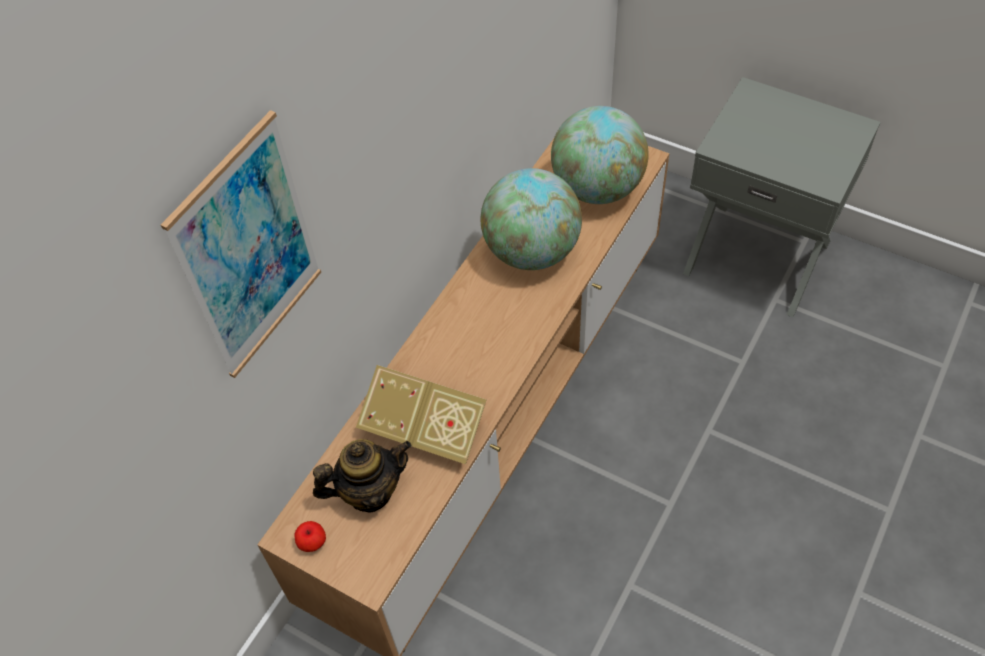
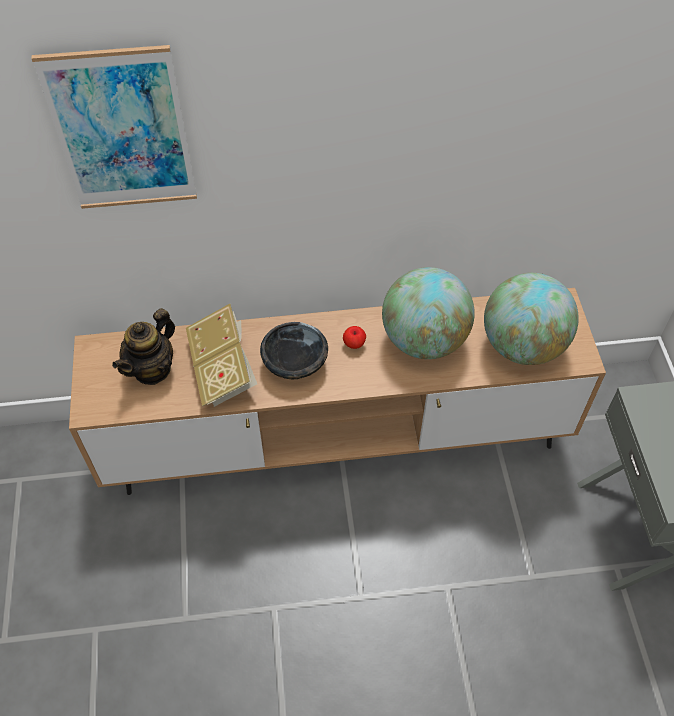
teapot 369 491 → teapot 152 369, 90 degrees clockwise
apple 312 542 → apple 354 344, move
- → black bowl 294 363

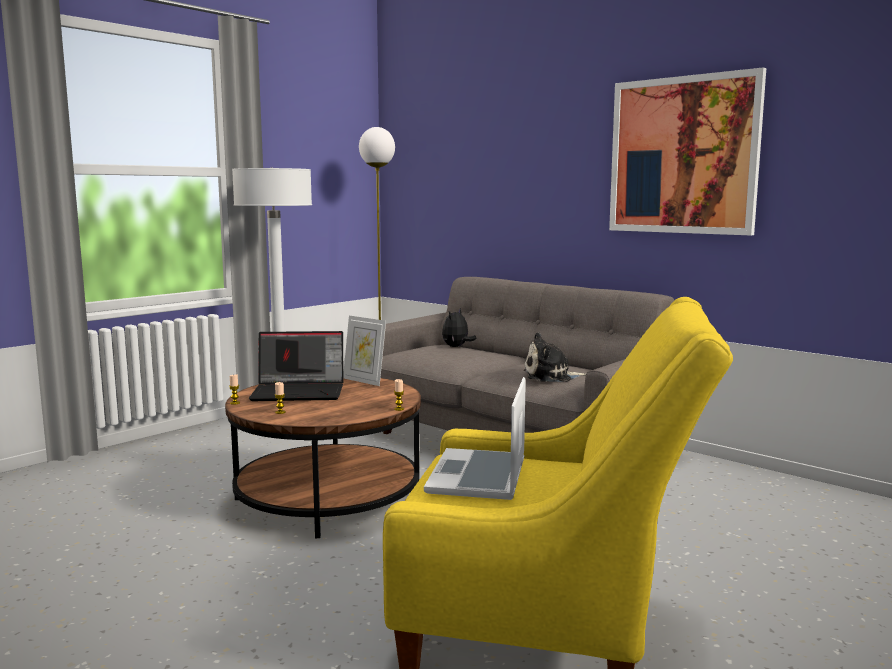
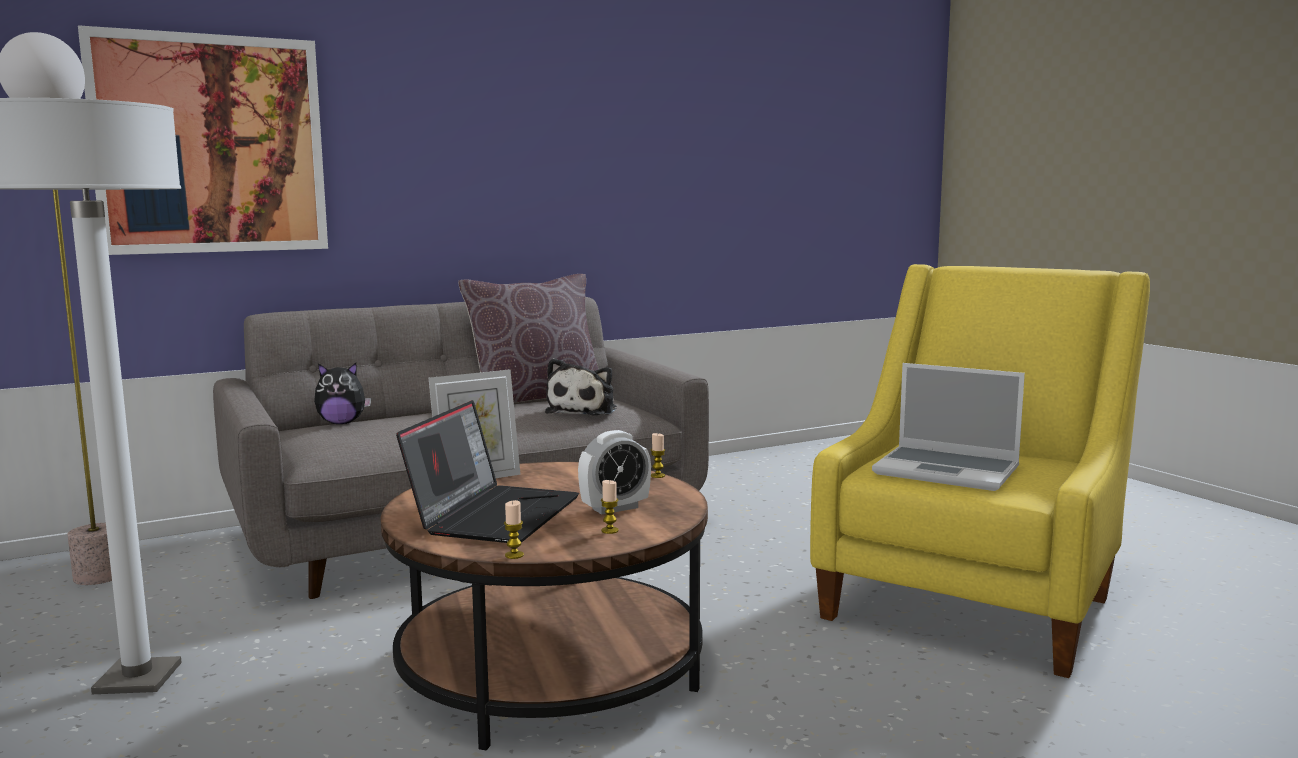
picture 683 156 → picture 210 145, move
plush toy 456 347 → plush toy 342 423, 60 degrees counterclockwise
- → brown pillow 535 398
- → alarm clock 615 508

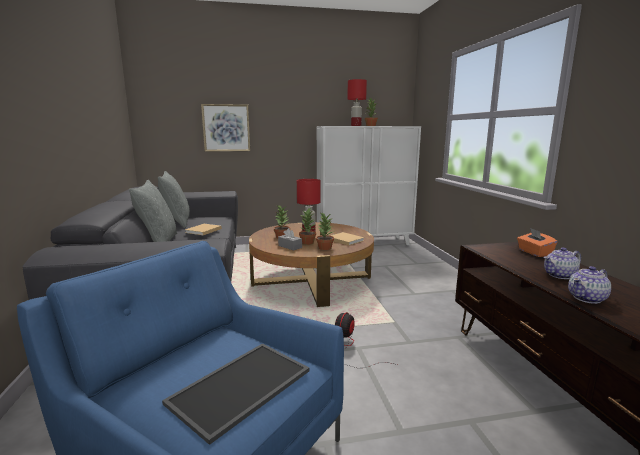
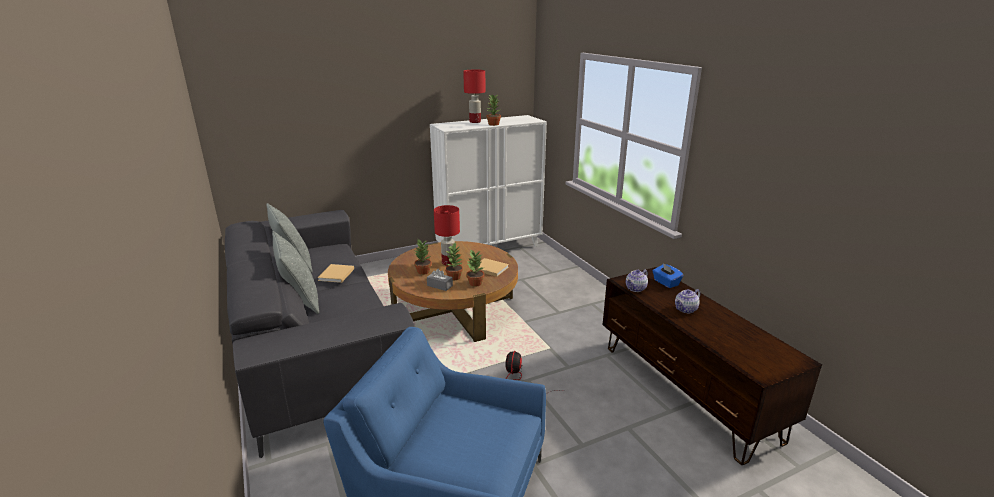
picture 226 128 → -
orange tissue box 534 253 → blue tissue box 666 283
teapot 587 298 → teapot 636 288, move
tray 241 388 → -

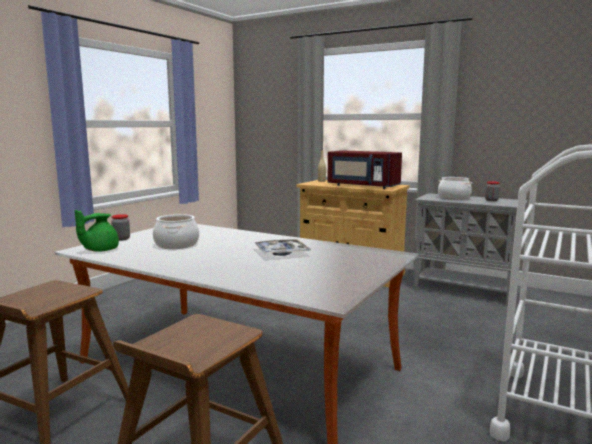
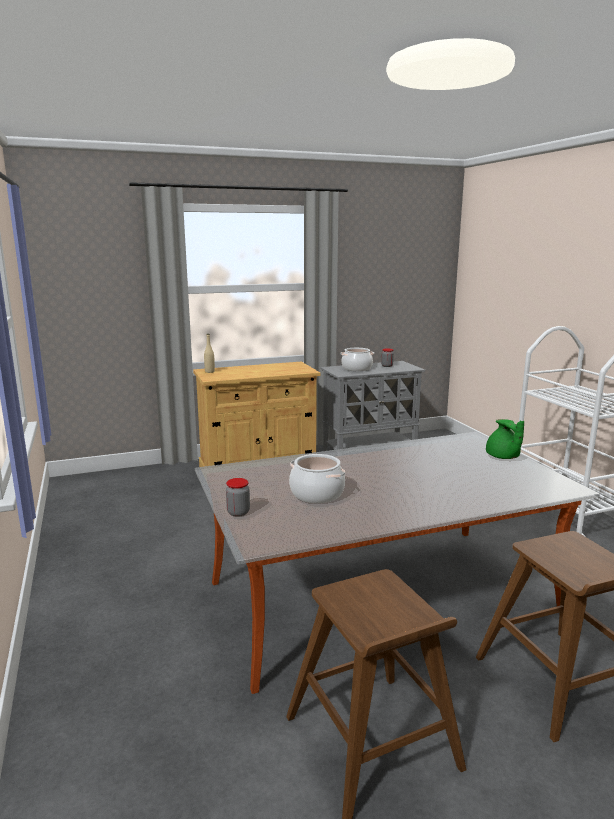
red microwave 362 186 → -
green teapot 99 250 → green teapot 503 457, move
tray 282 253 → -

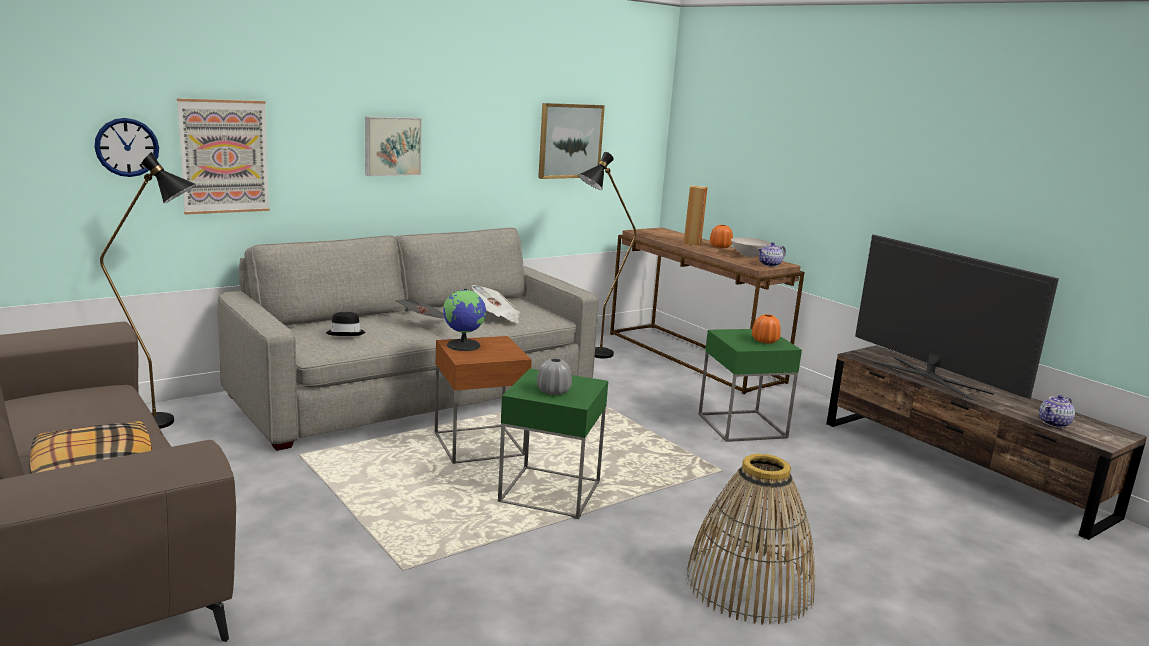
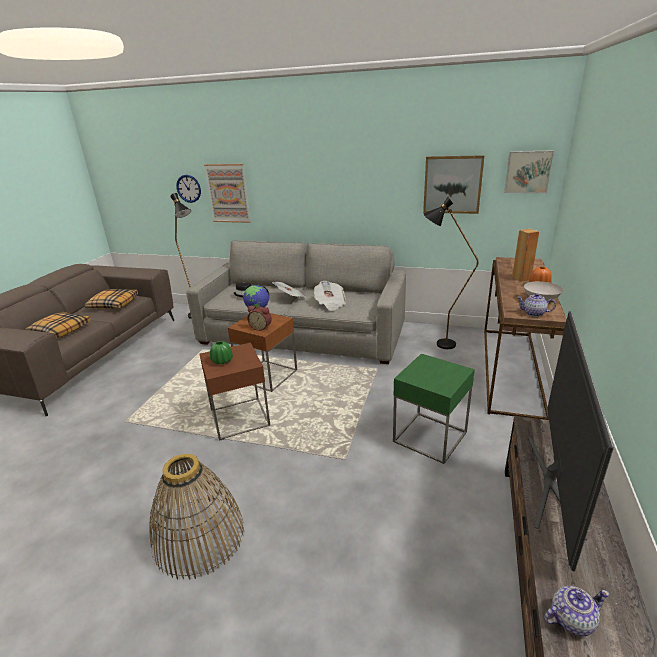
picture 392 146 → picture 527 171, move
orange vase 765 341 → -
grey vase 553 391 → green vase 222 361
green side table 550 492 → brown side table 239 418
teapot 1054 423 → teapot 571 619, 150 degrees clockwise
- → pillow 113 304
- → alarm clock 261 327

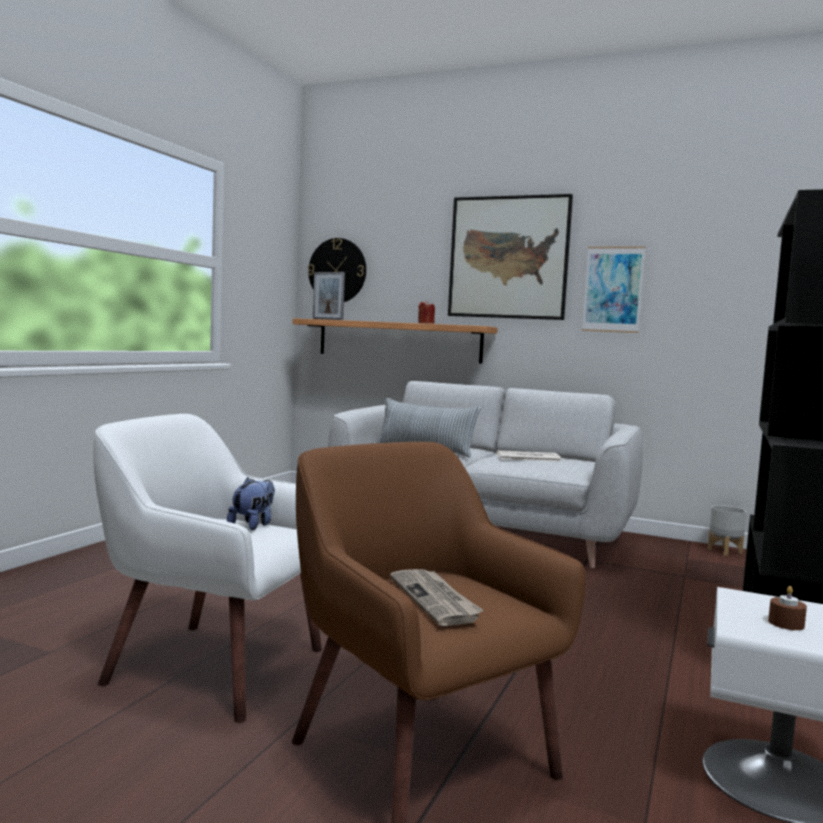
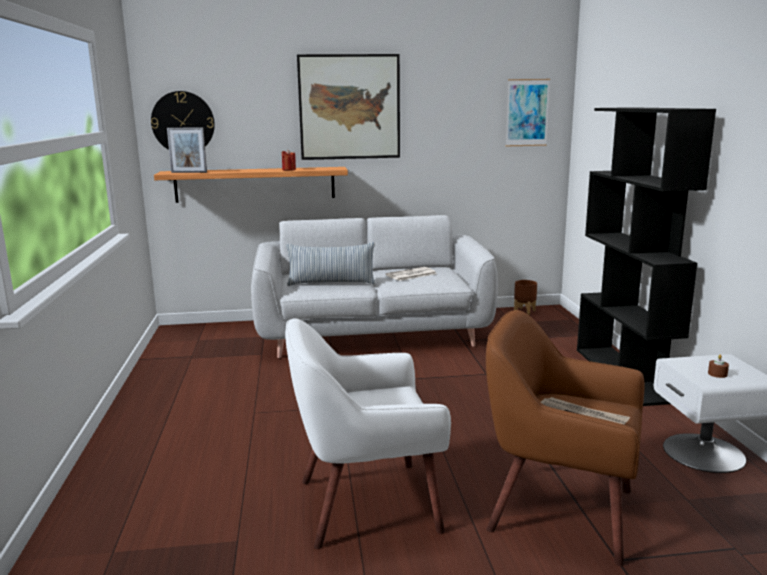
picture 613 289 → picture 527 112, move
plush toy 253 525 → -
grey planter 724 551 → brown planter 524 311

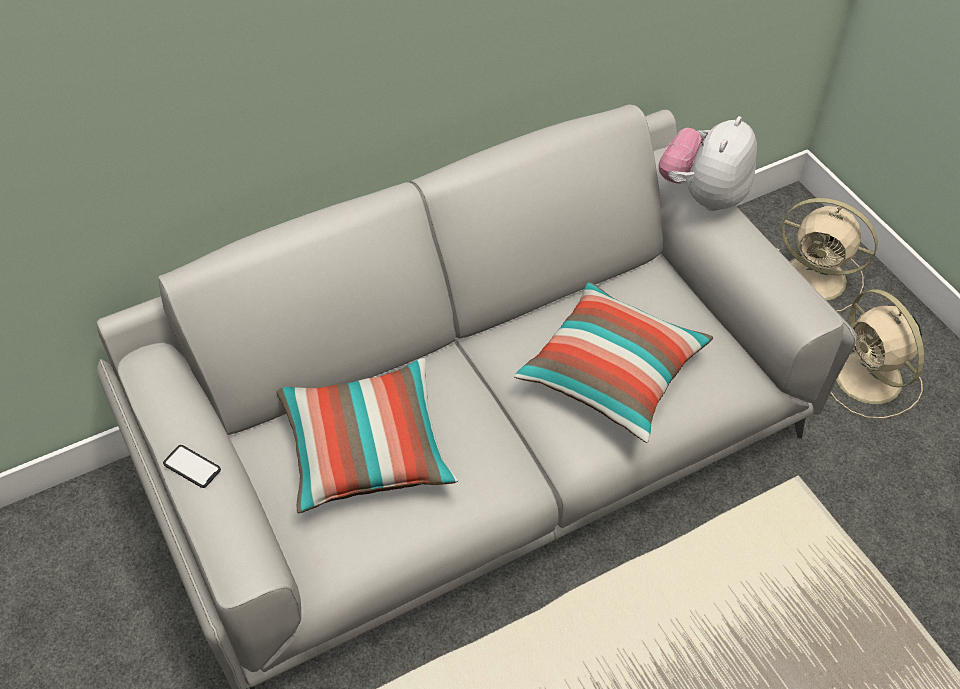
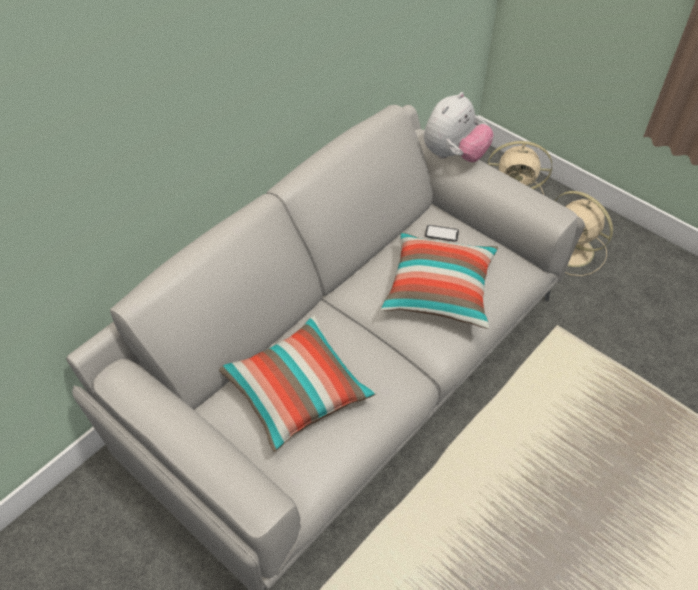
plush toy 703 195 → plush toy 454 155, 150 degrees counterclockwise
phone 192 467 → phone 441 233, move

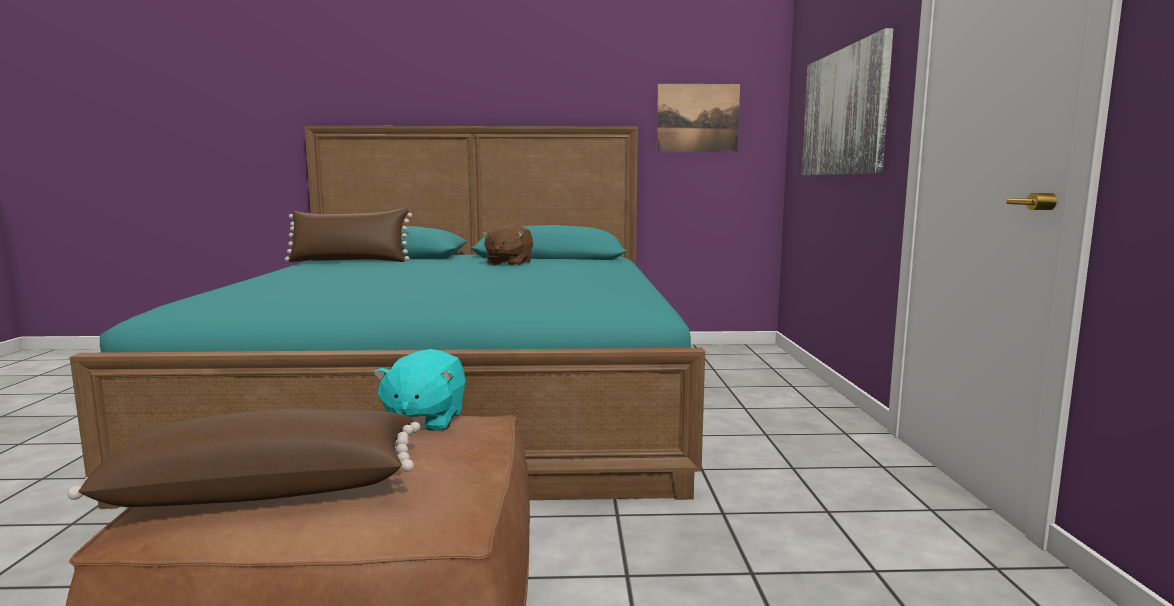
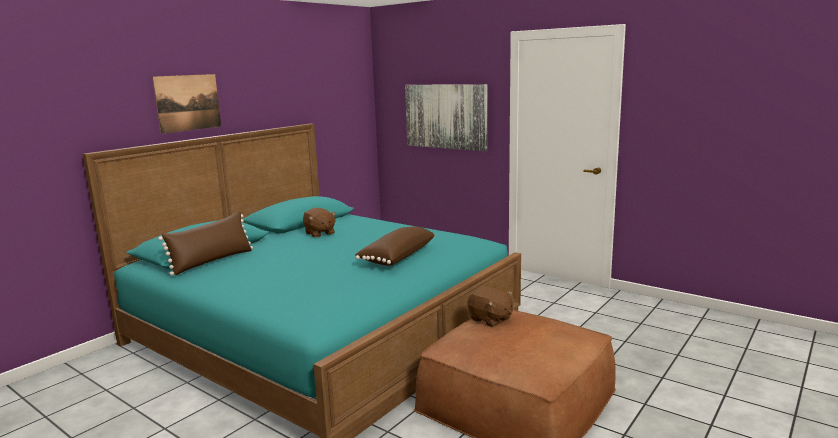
picture 697 118 → picture 188 102, move
turquoise plush toy 424 421 → brown plush toy 490 319
brown pillow 269 488 → brown pillow 396 256, move

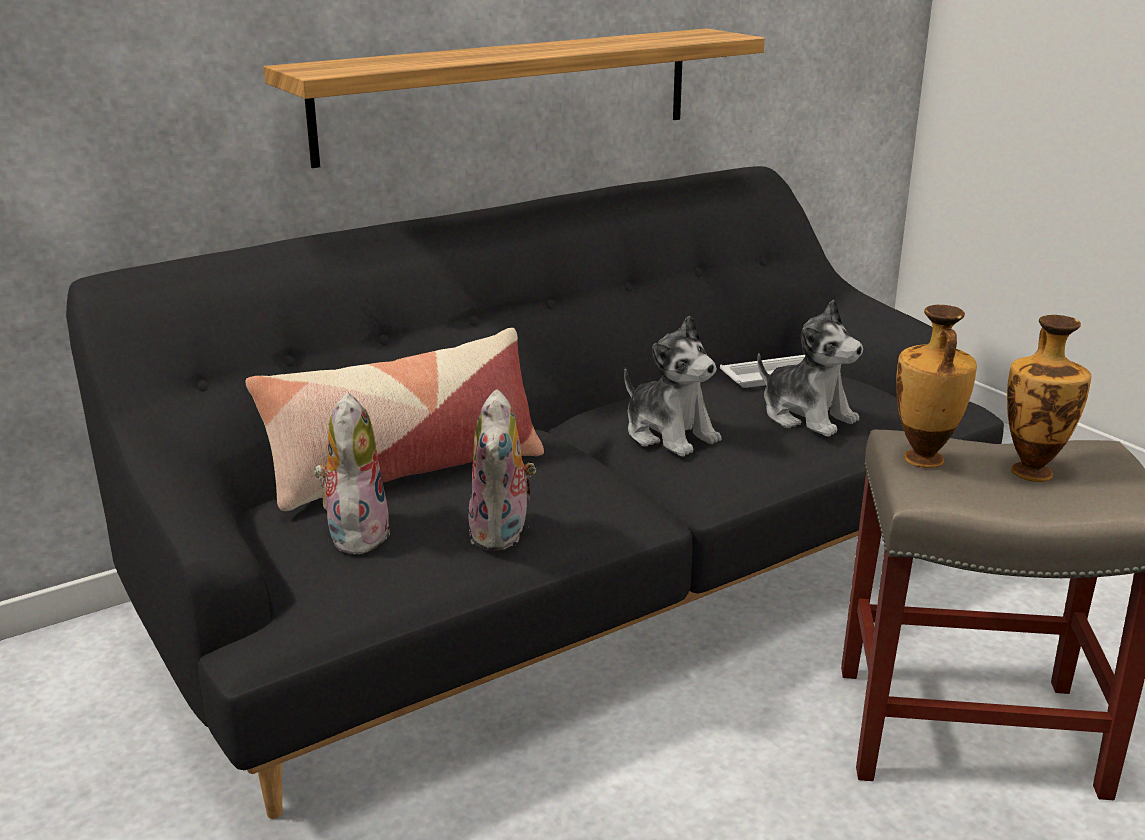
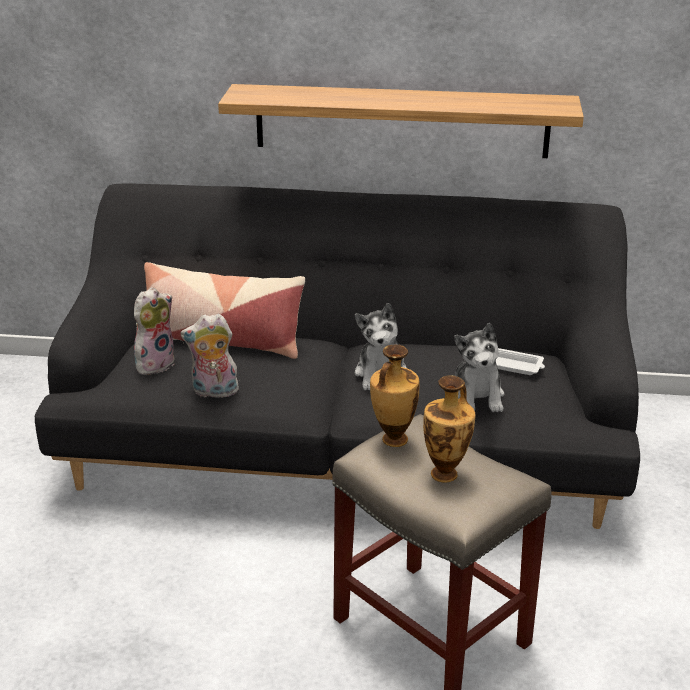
plush toy 503 534 → plush toy 214 392, 45 degrees clockwise

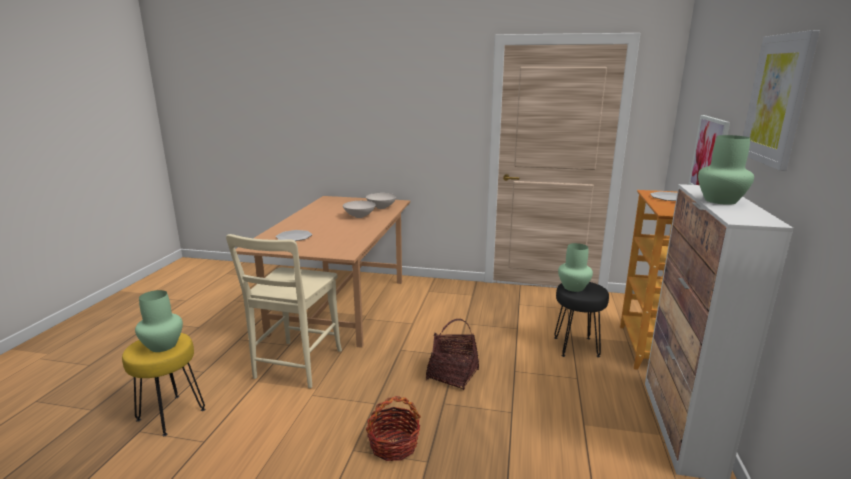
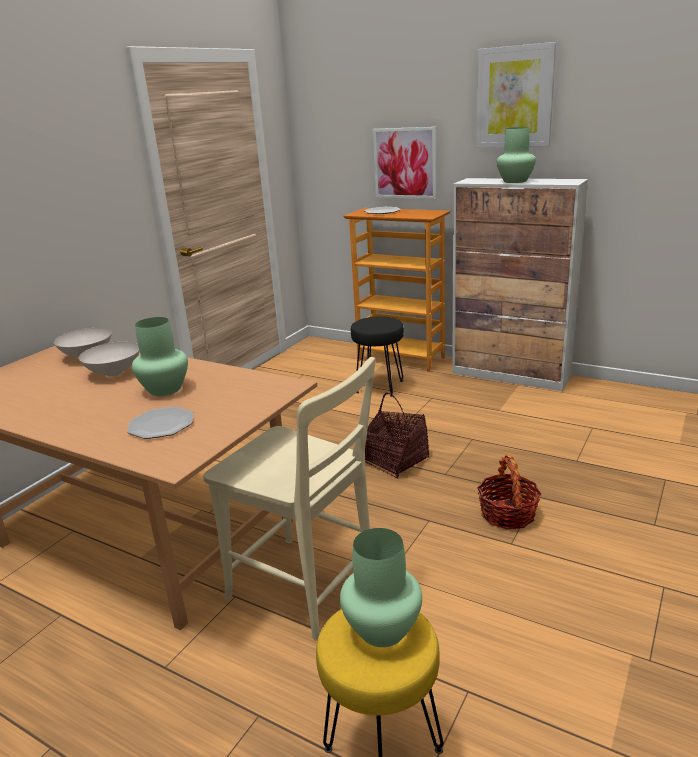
green vase 574 288 → green vase 166 389, move

